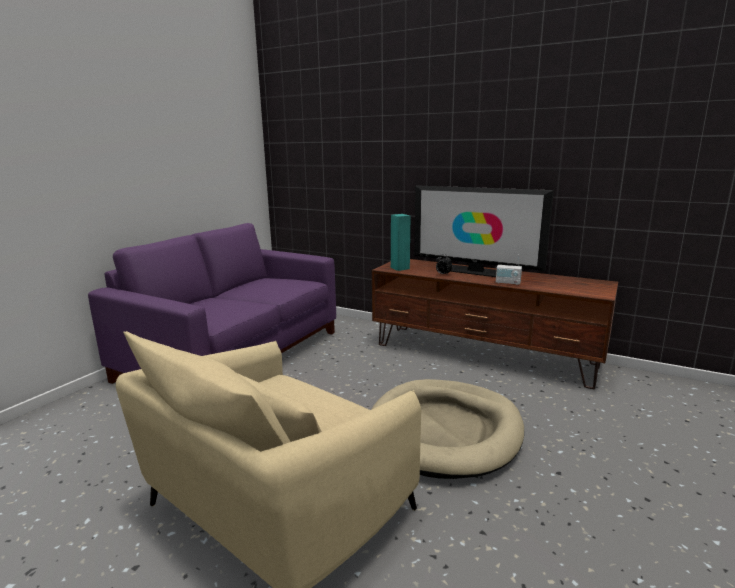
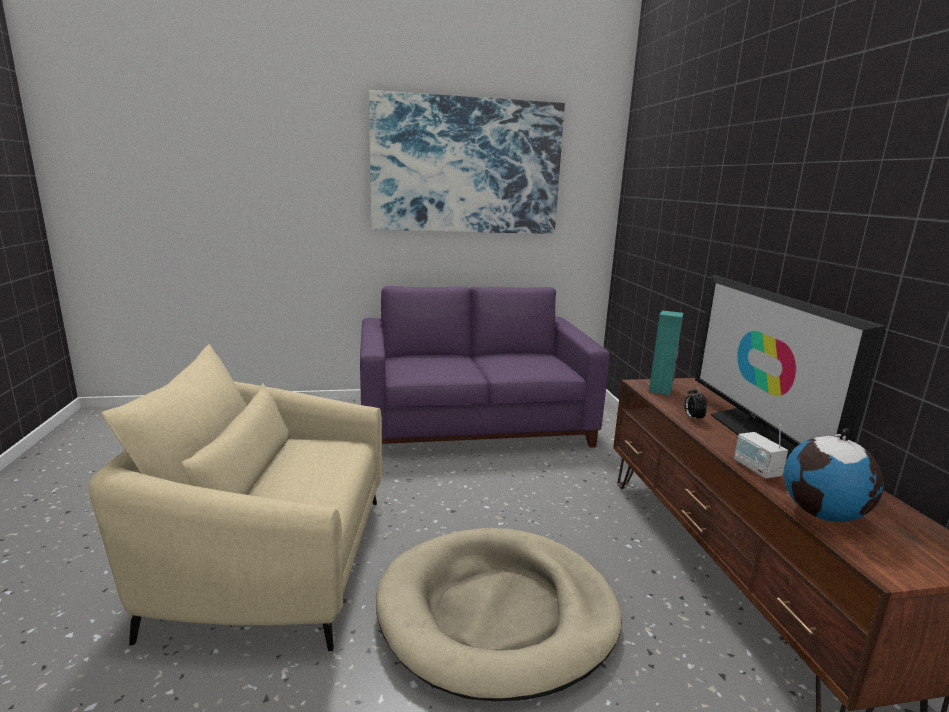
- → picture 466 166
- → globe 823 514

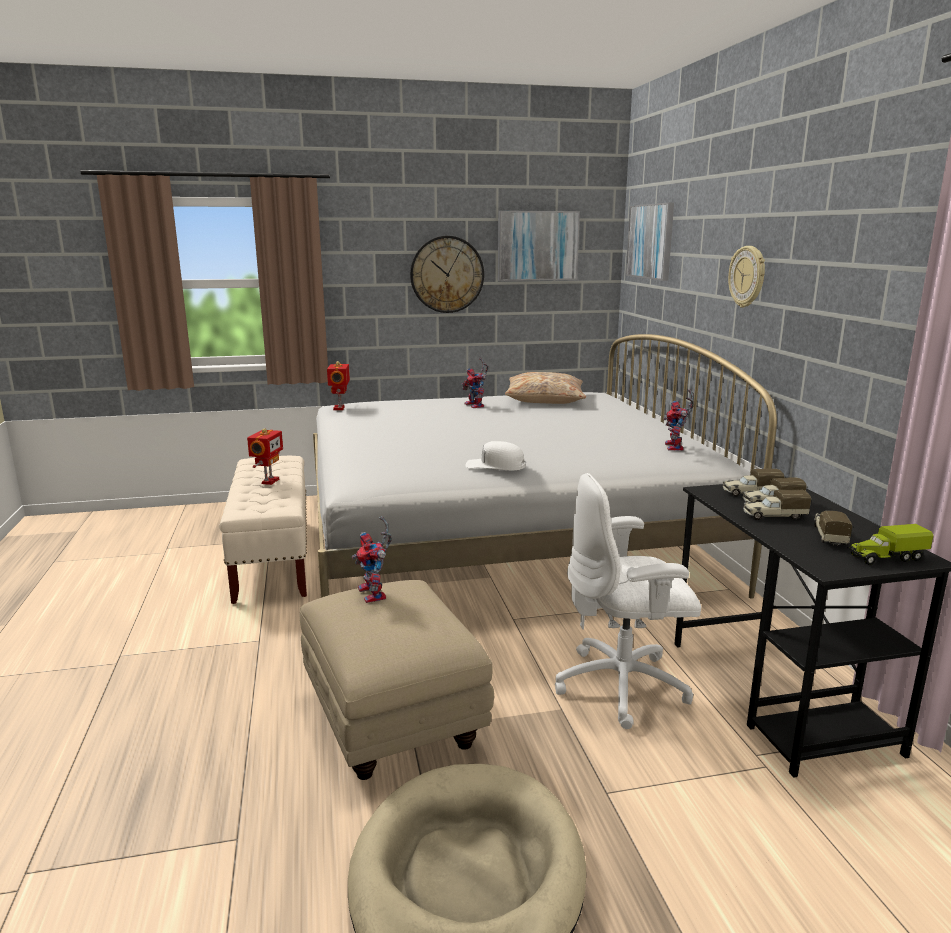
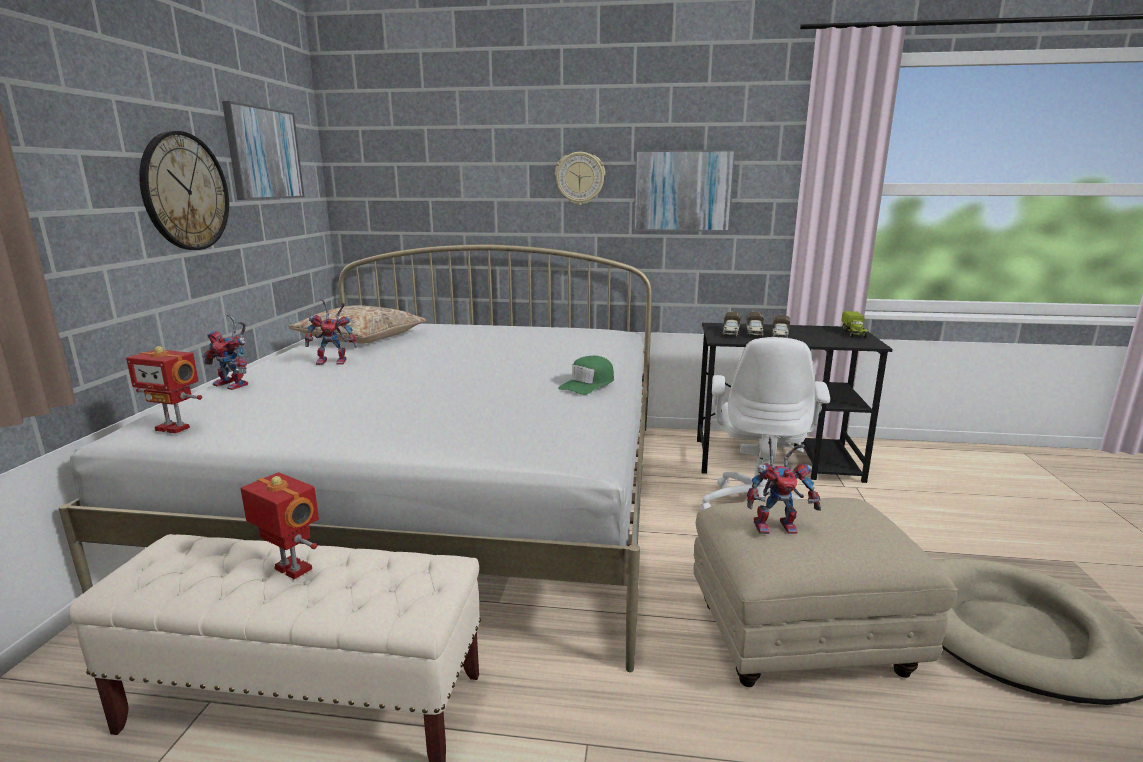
picture 650 241 → picture 682 191, move
toy robot 676 448 → toy robot 235 385, move
white cap 495 465 → green cap 588 384
toy truck 829 536 → -

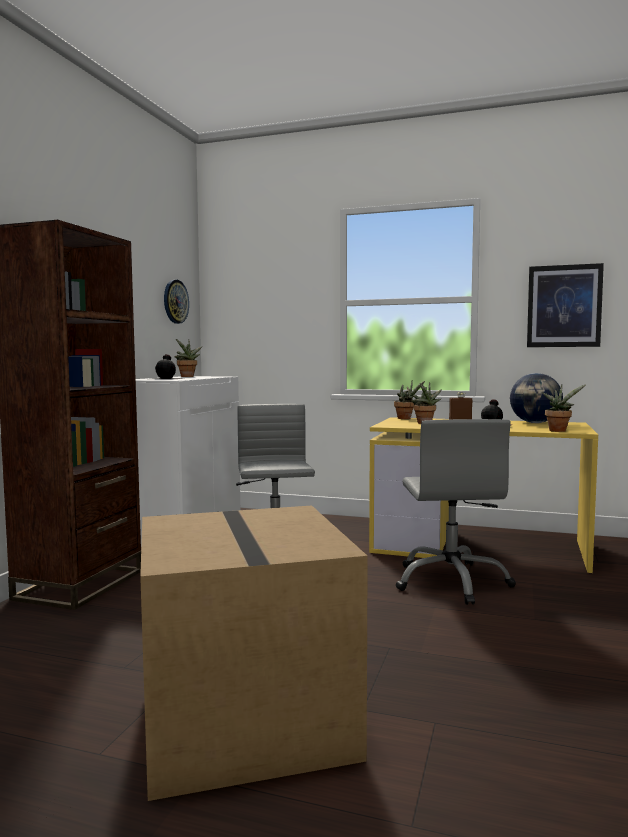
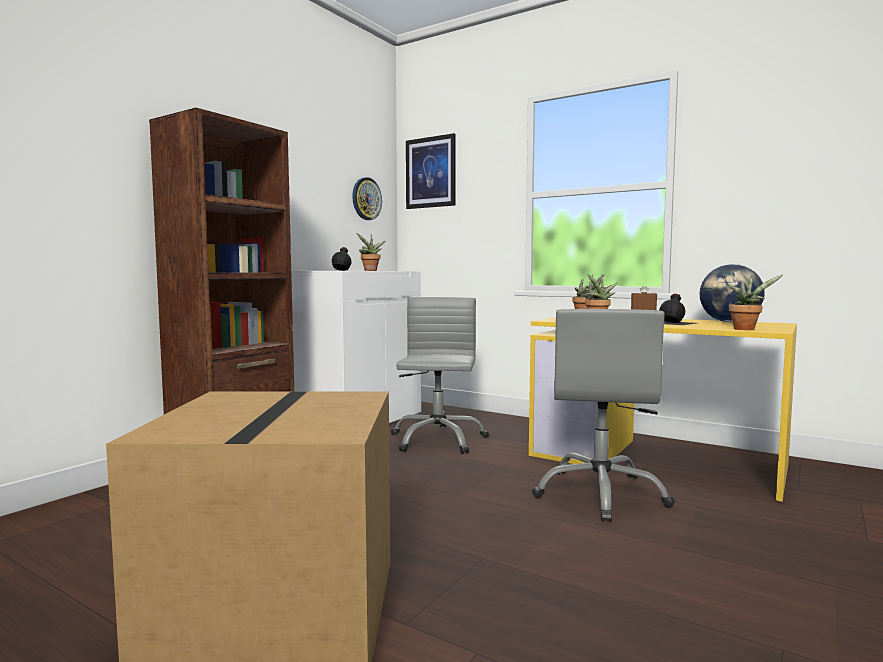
picture 564 306 → picture 430 172, move

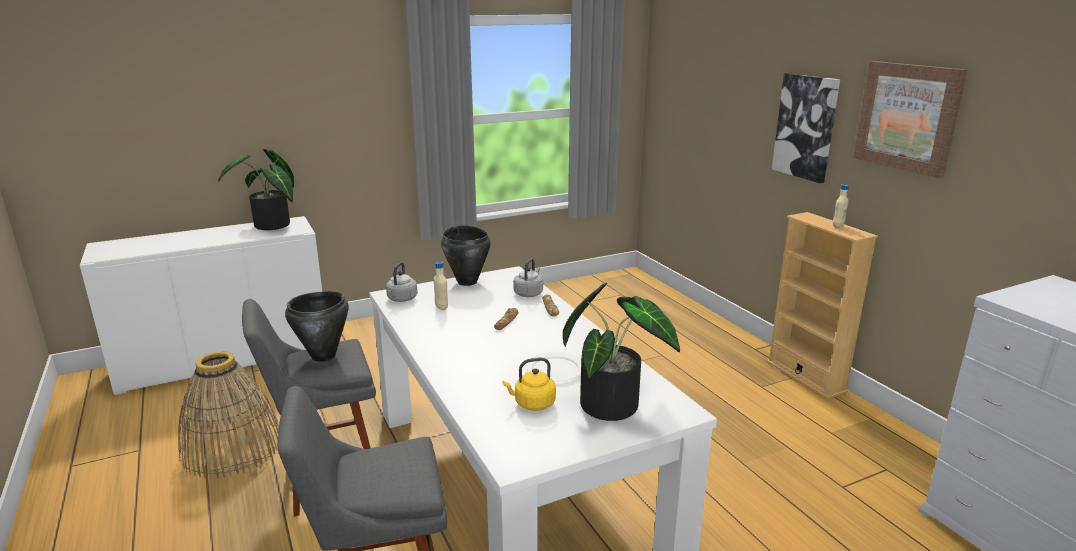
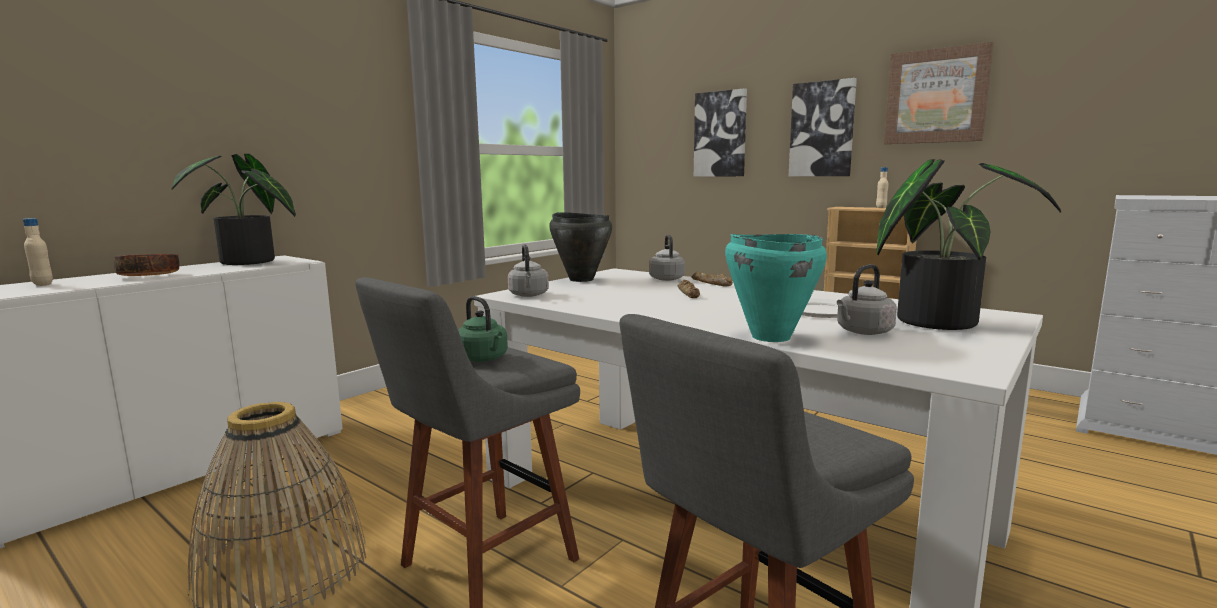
beige bottle 441 307 → beige bottle 42 284, move
black cooking pot 324 356 → green kettle 484 359
yellow kettle 532 404 → grey kettle 862 332
- → picture 720 134
- → turquoise cooking pot 770 337
- → bowl 150 276

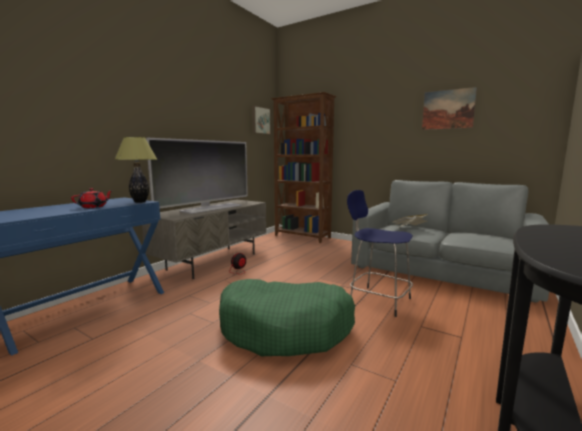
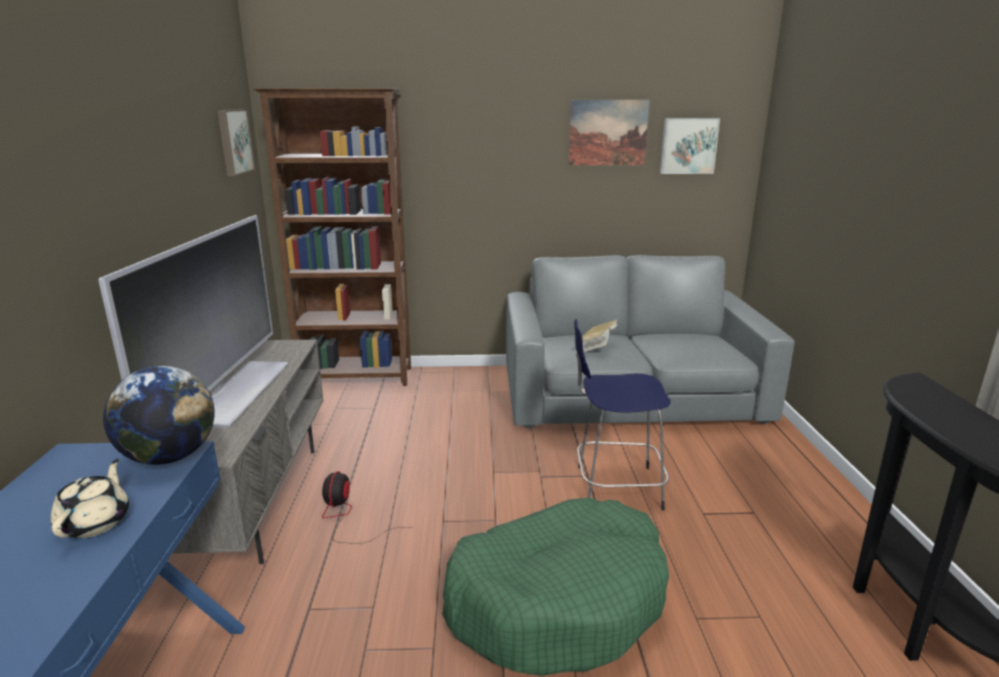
table lamp 140 202 → globe 170 457
red teapot 94 207 → beige teapot 96 522
- → picture 688 146

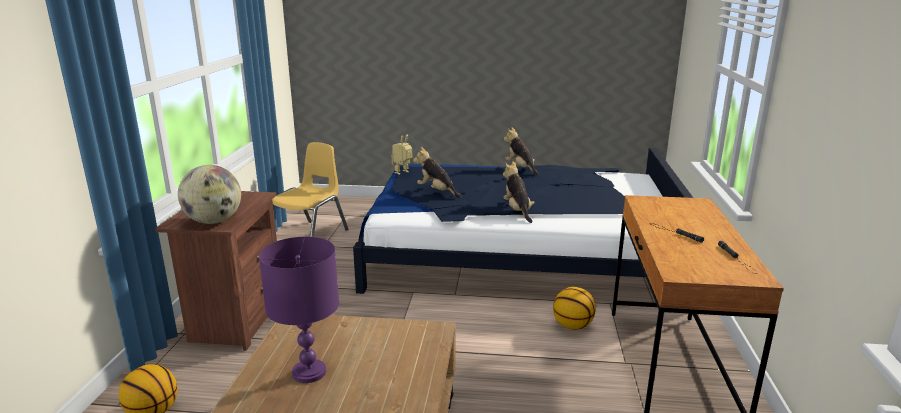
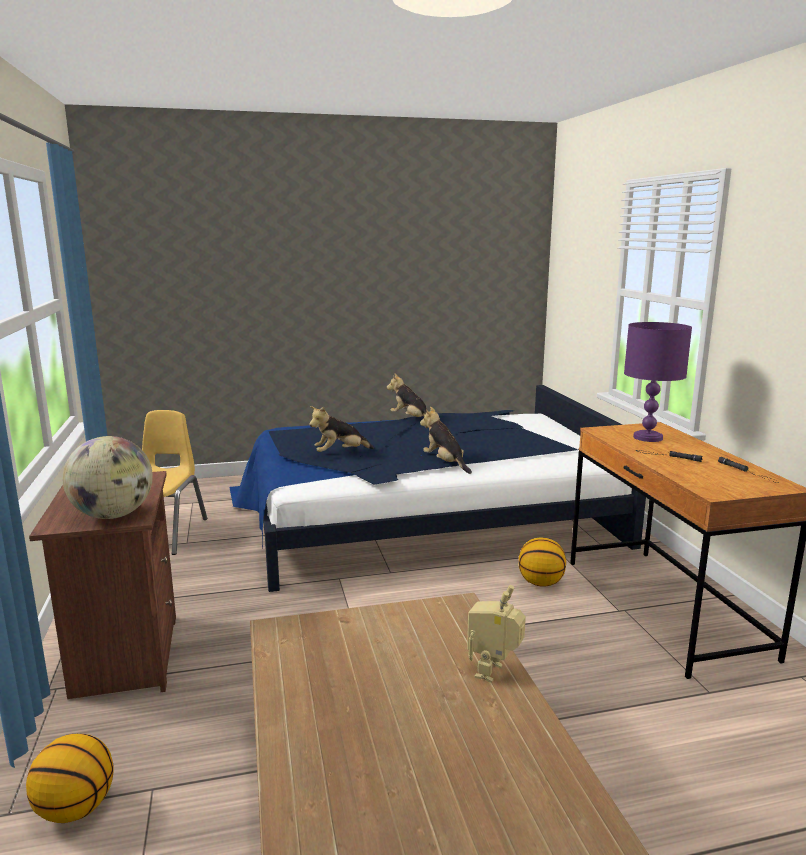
toy robot 403 173 → toy robot 494 673, move
plush toy 437 192 → plush toy 340 453, 45 degrees counterclockwise
purple table lamp 310 372 → purple table lamp 648 437, move

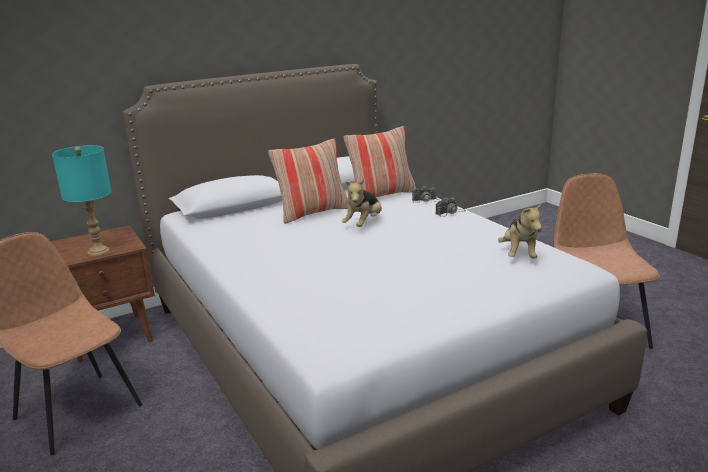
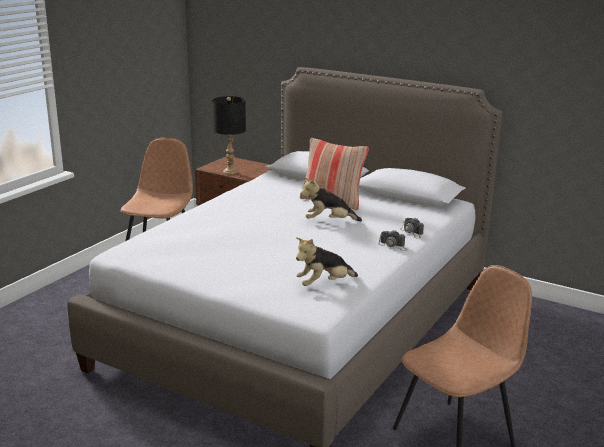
pillow 382 195 → -
turquoise table lamp 98 251 → black table lamp 230 171

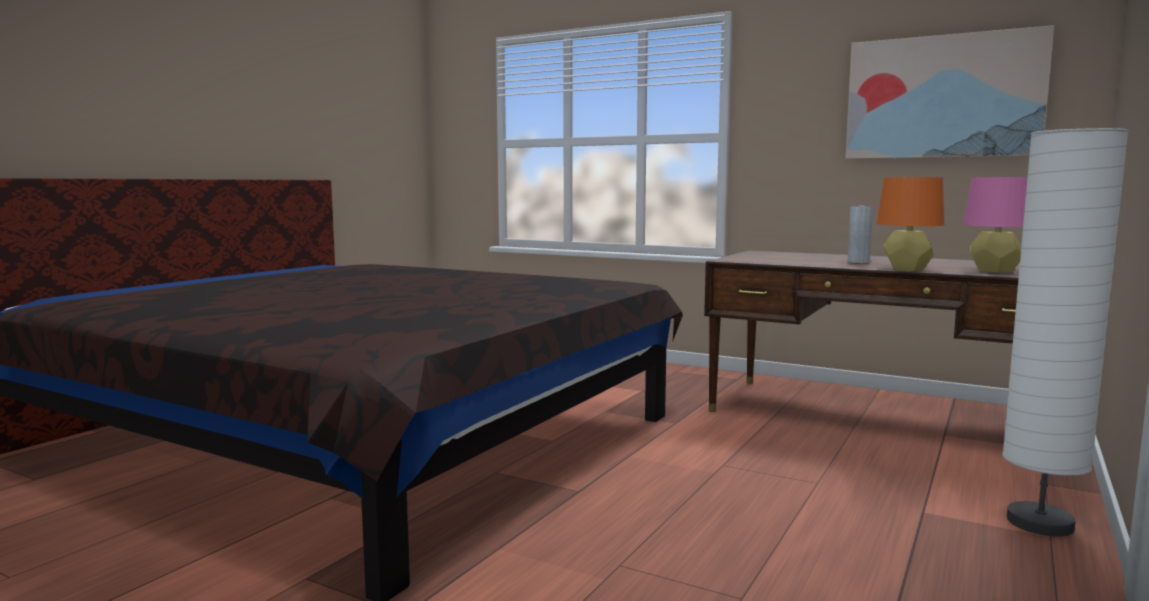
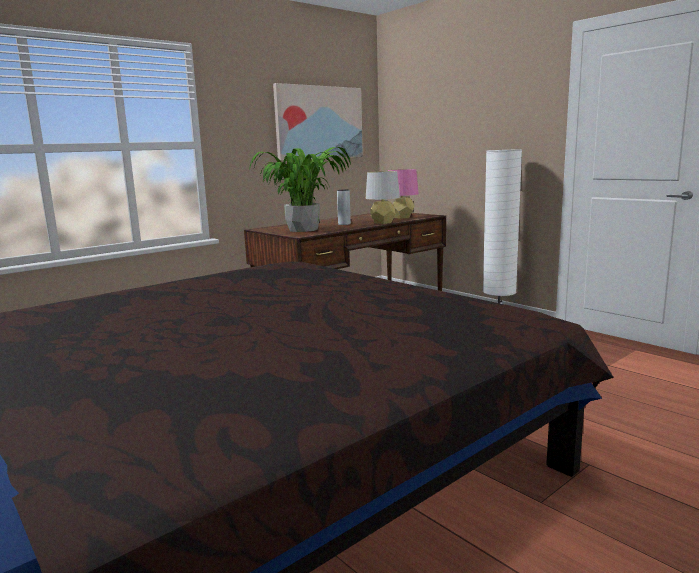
orange table lamp 907 269 → grey table lamp 383 223
- → potted plant 302 230

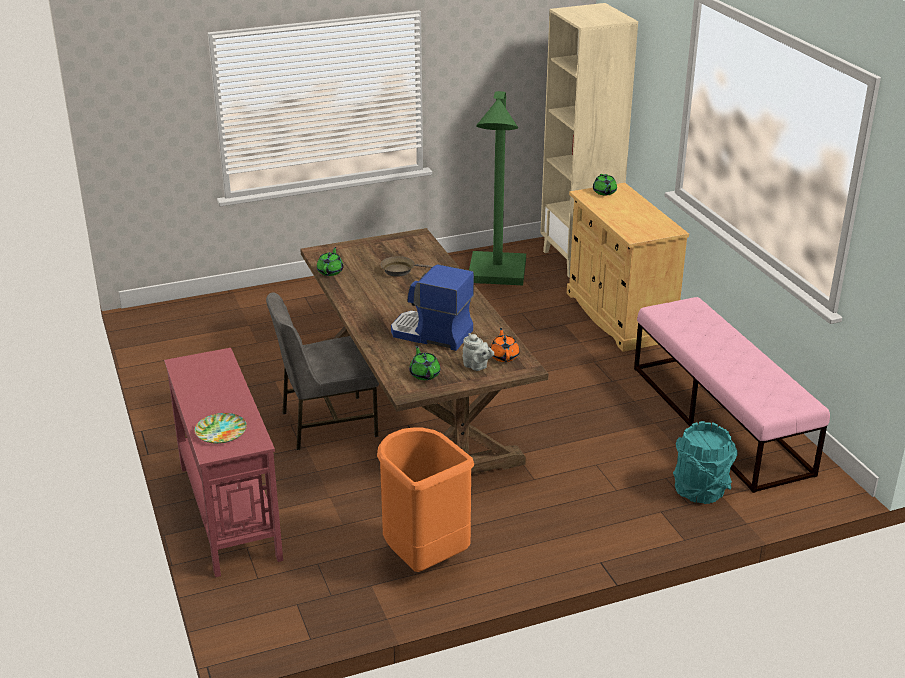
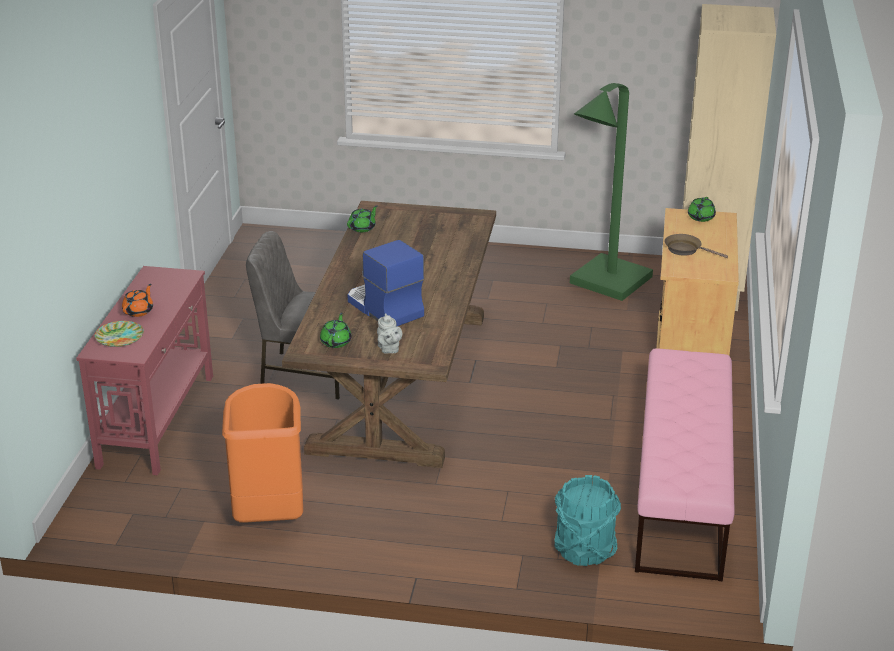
brown frying pan 401 270 → brown frying pan 686 250, move
orange teapot 504 356 → orange teapot 139 311, move

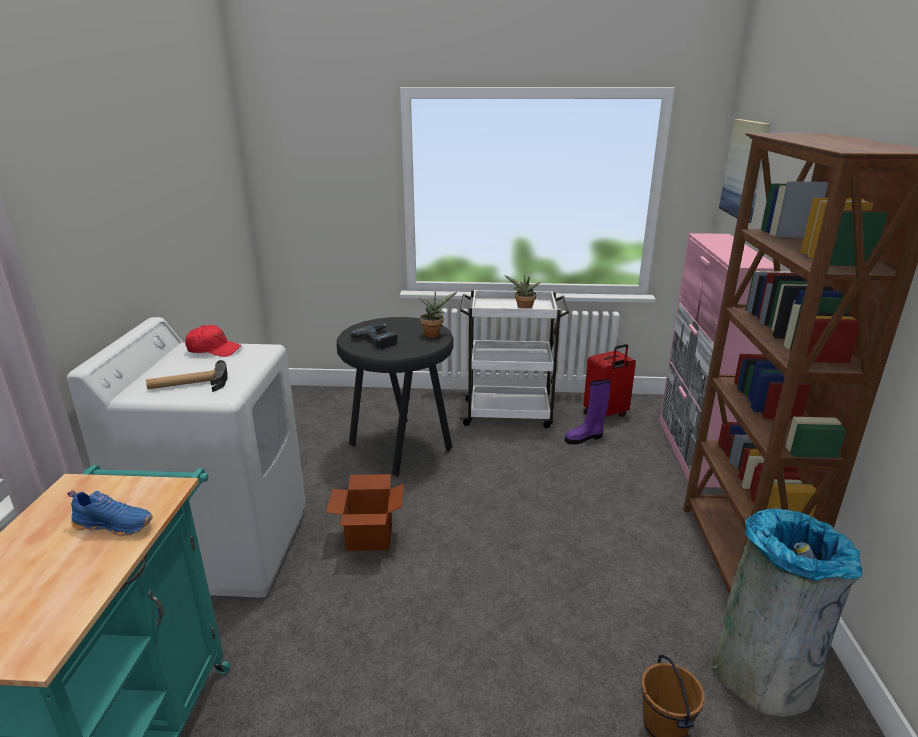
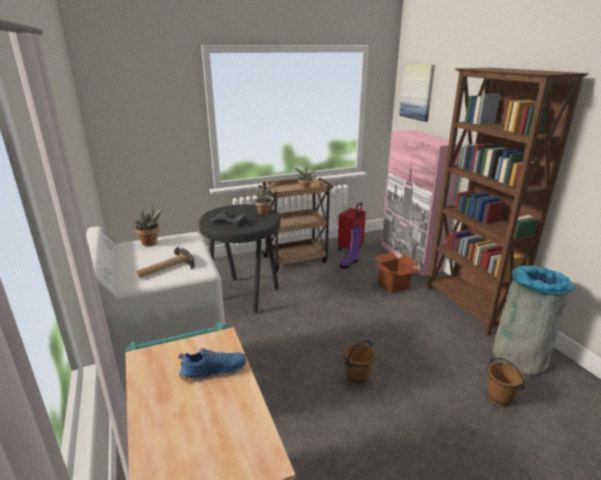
white cart 509 413 → brown cart 296 259
red cap 214 350 → potted plant 152 243
cardboard box 369 536 → cardboard box 393 285, move
- → brown bucket 357 377

